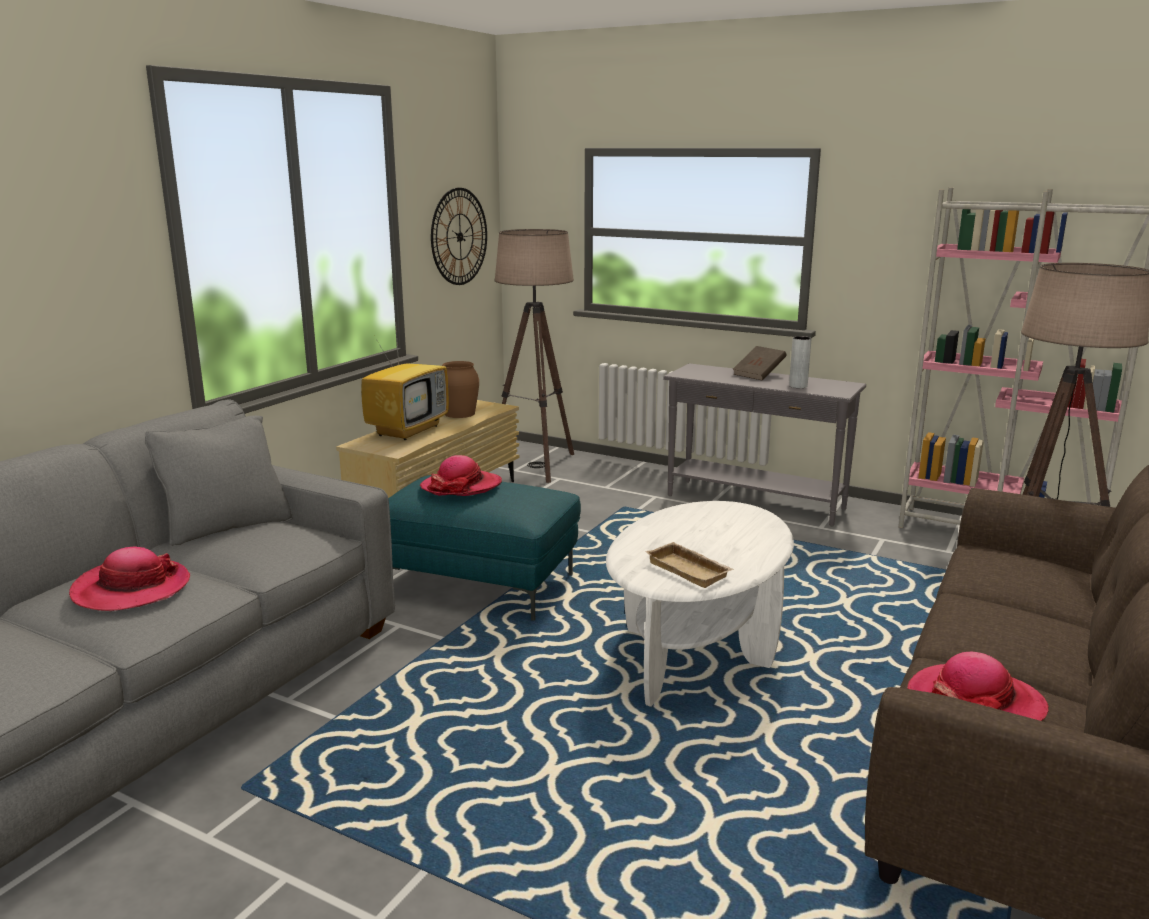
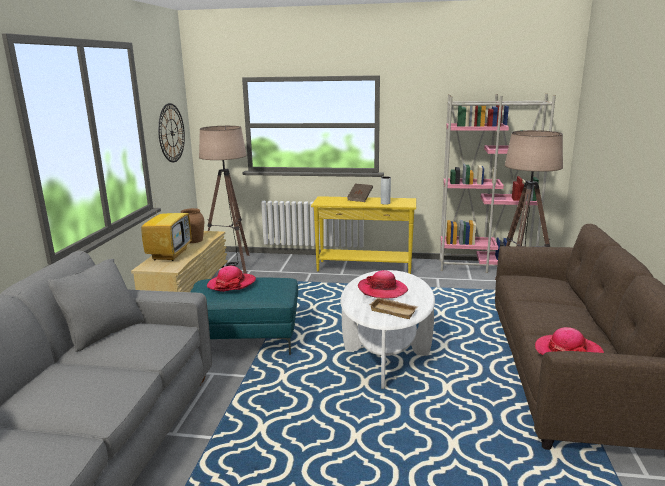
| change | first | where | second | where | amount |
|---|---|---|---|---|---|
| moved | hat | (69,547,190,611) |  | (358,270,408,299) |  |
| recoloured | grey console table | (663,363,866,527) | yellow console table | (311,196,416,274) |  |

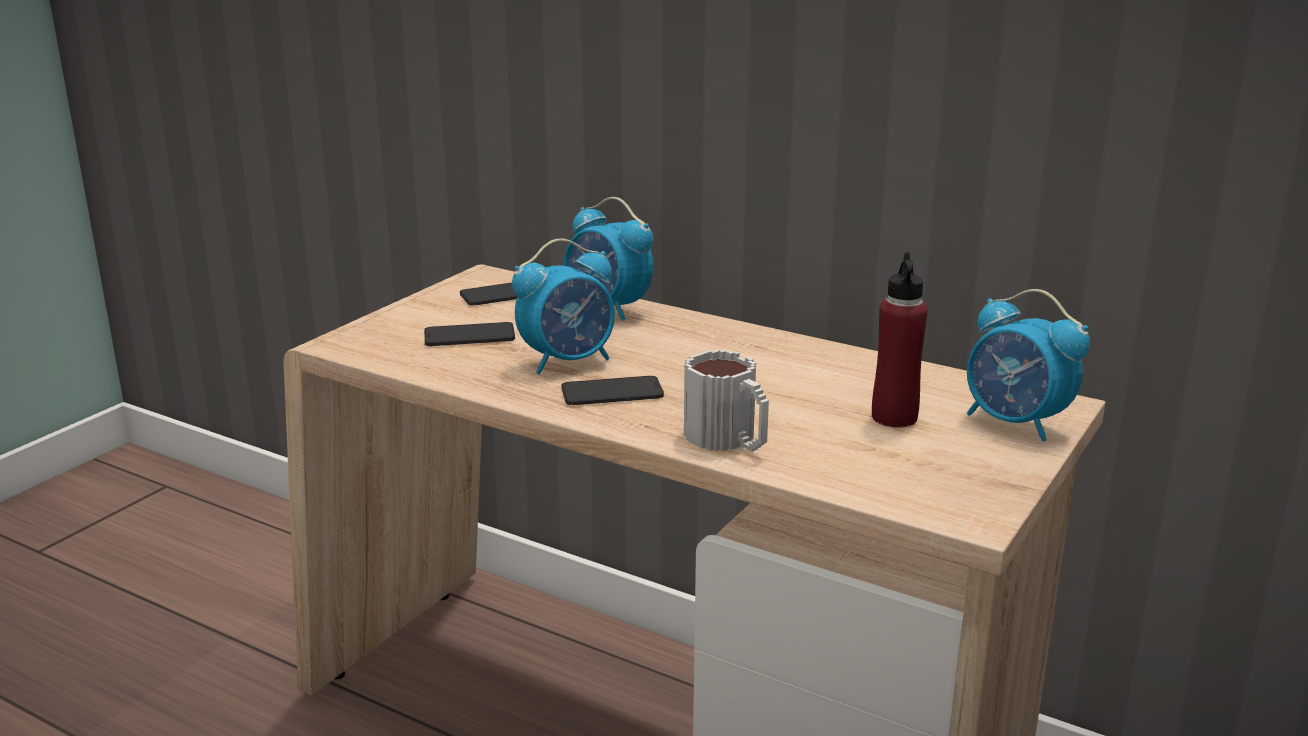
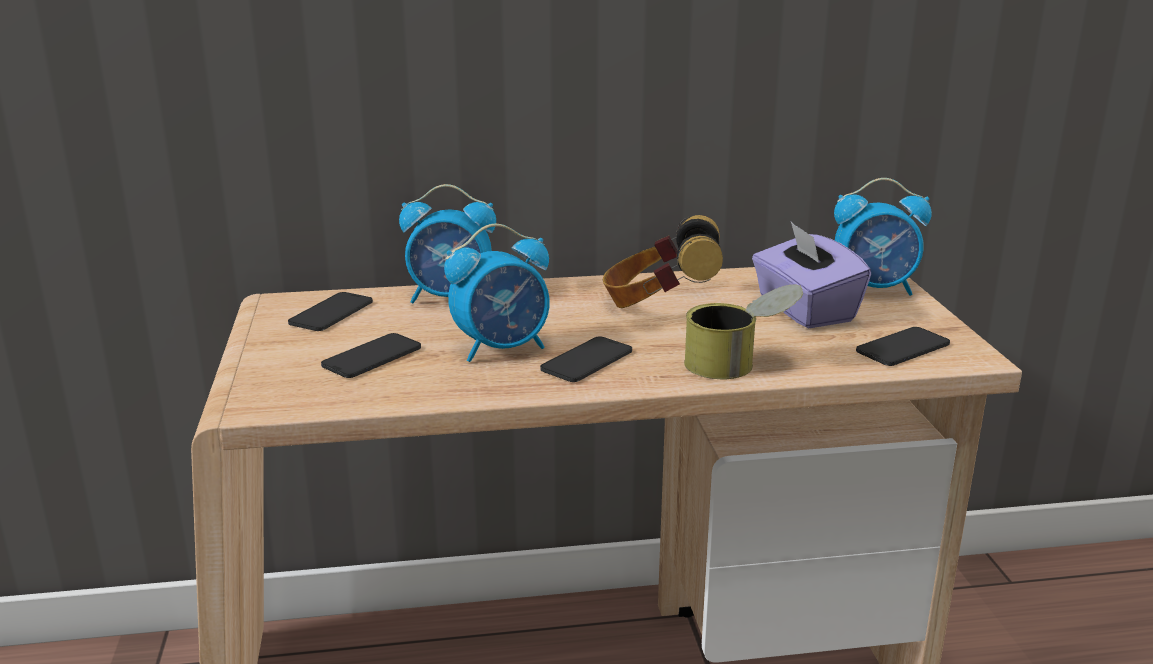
| change | first | where | second | where | amount |
|---|---|---|---|---|---|
| turned | alarm clock | (512,238,615,374) |  | (444,224,550,362) | 45 degrees clockwise |
| replaced | mug | (684,350,769,451) | can | (684,284,803,379) |  |
| replaced | red bottle | (872,252,928,428) | purple tissue box | (752,222,871,329) |  |
| added |  |  | headphones | (603,215,723,308) |  |
| added |  |  | phone | (856,327,950,366) |  |

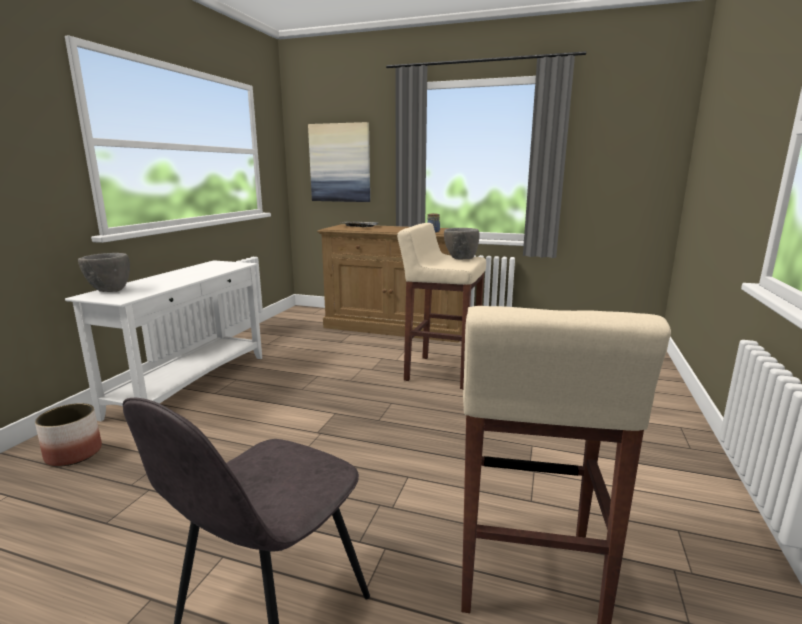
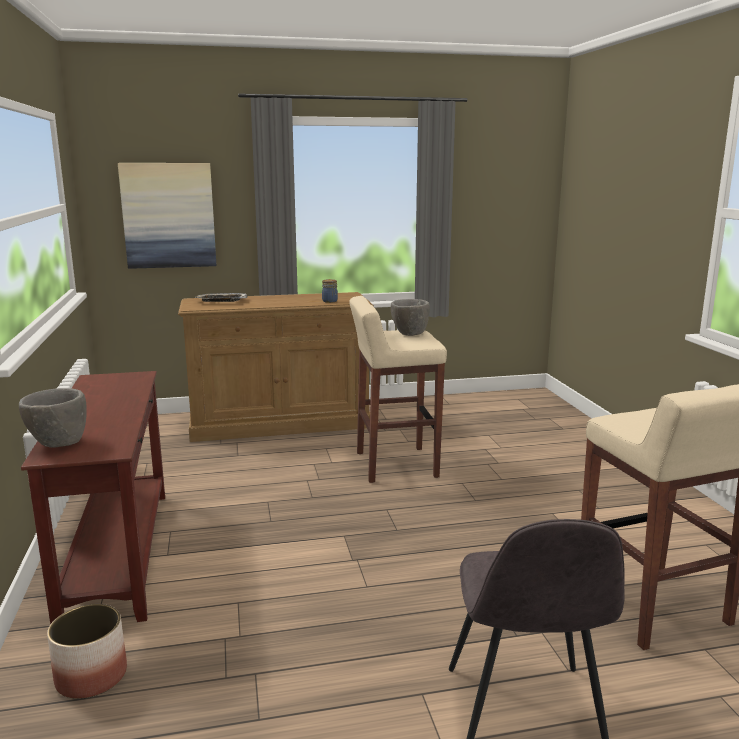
| change | first | where | second | where | amount |
|---|---|---|---|---|---|
| recoloured | white console table | (65,260,262,421) | brown console table | (21,371,165,624) |  |

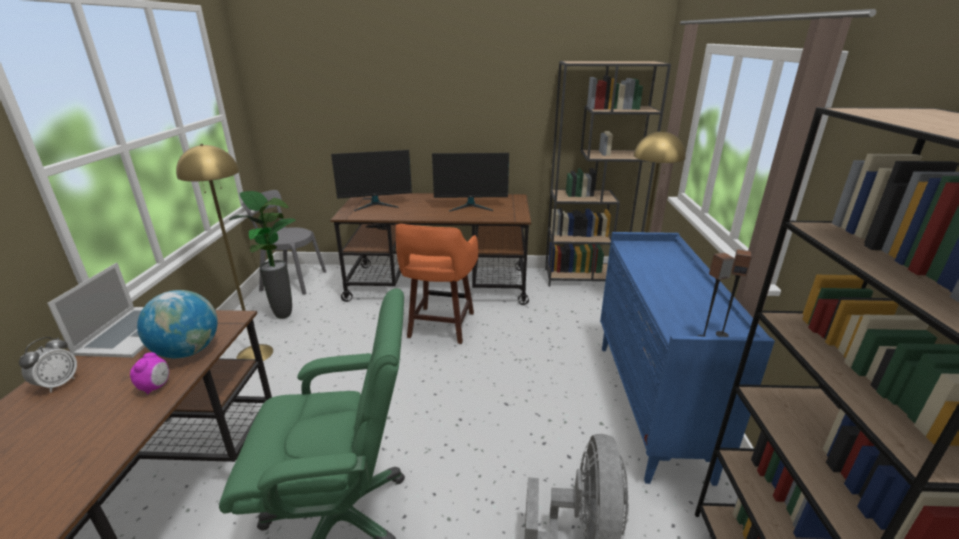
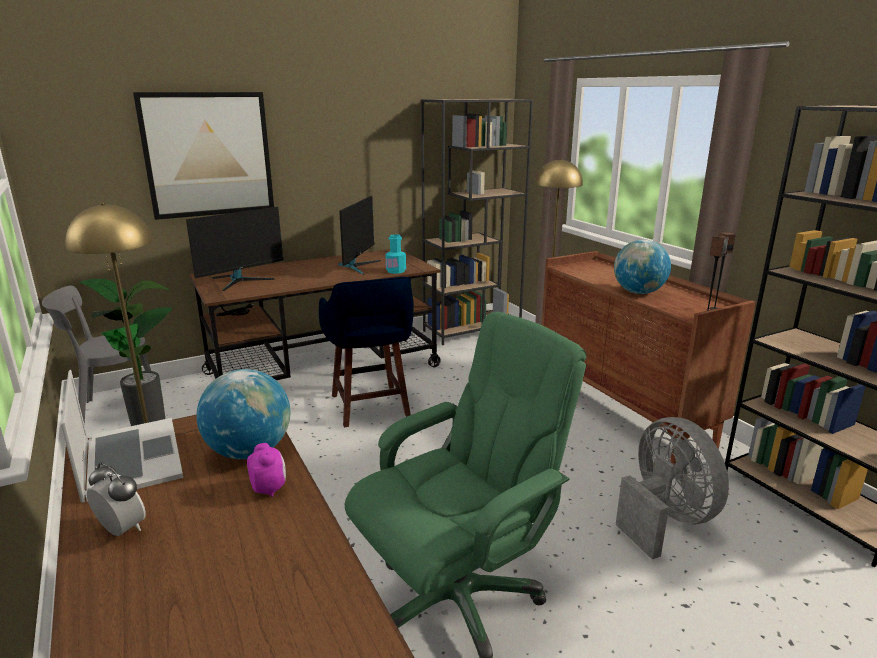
| change | first | where | second | where | amount |
|---|---|---|---|---|---|
| turned | alarm clock | (19,337,77,393) |  | (87,463,146,536) | 45 degrees counterclockwise |
| recoloured | orange stool | (396,224,478,344) | blue stool | (319,277,414,428) |  |
| turned | monitor | (432,153,509,212) |  | (338,196,381,275) | 45 degrees counterclockwise |
| recoloured | blue cabinet | (600,232,775,486) | brown cabinet | (542,251,756,463) |  |
| added |  |  | picture | (133,92,274,220) |  |
| added |  |  | turquoise bottle | (386,234,406,274) |  |
| added |  |  | globe | (614,240,671,294) |  |

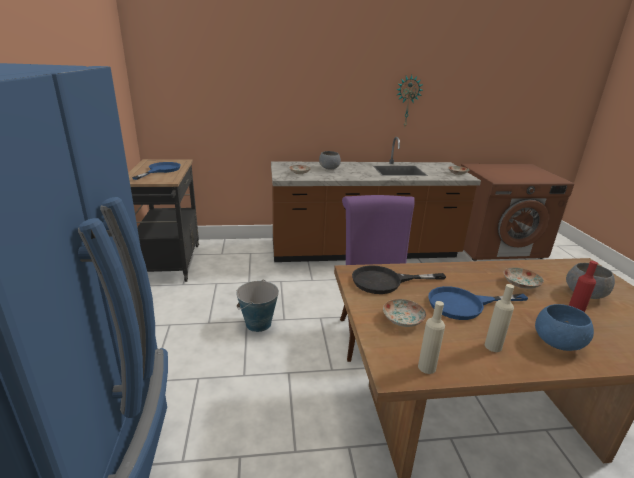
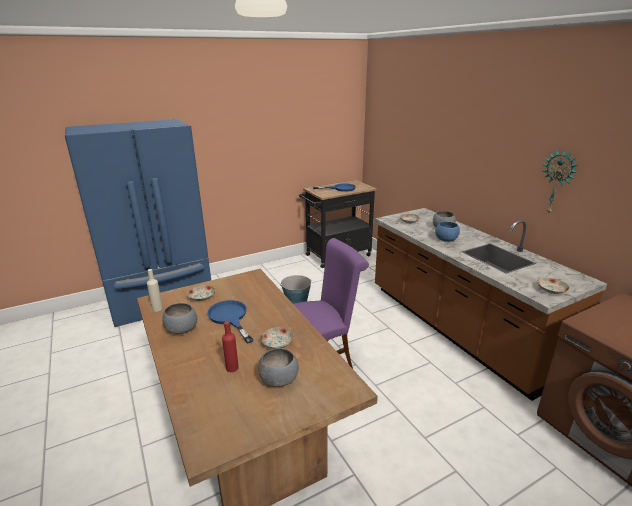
| change | first | where | second | where | amount |
|---|---|---|---|---|---|
| removed | black frying pan | (352,265,446,294) |  |  |  |
| replaced | beige bottle | (485,284,514,352) | grey bowl | (162,303,197,334) |  |
| moved | blue bowl | (535,304,594,351) |  | (435,222,460,242) |  |

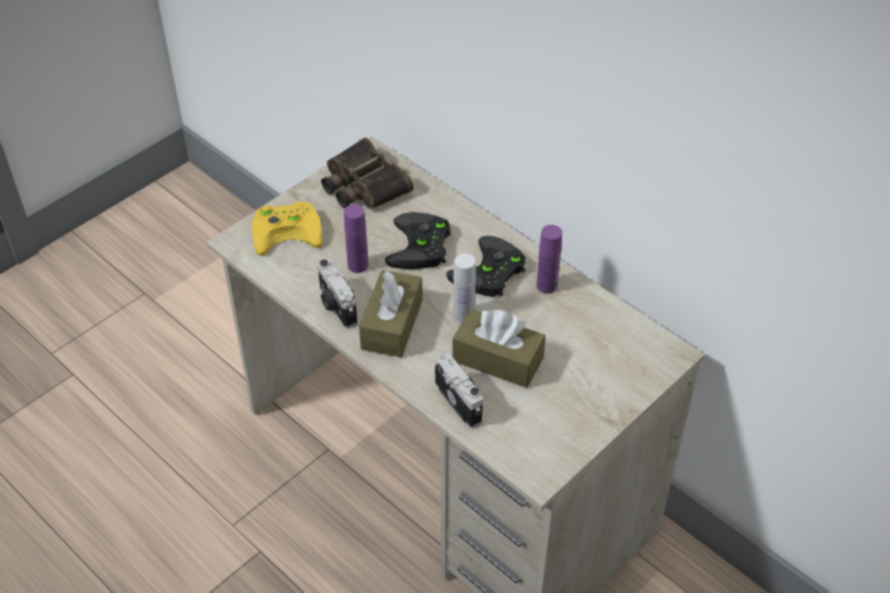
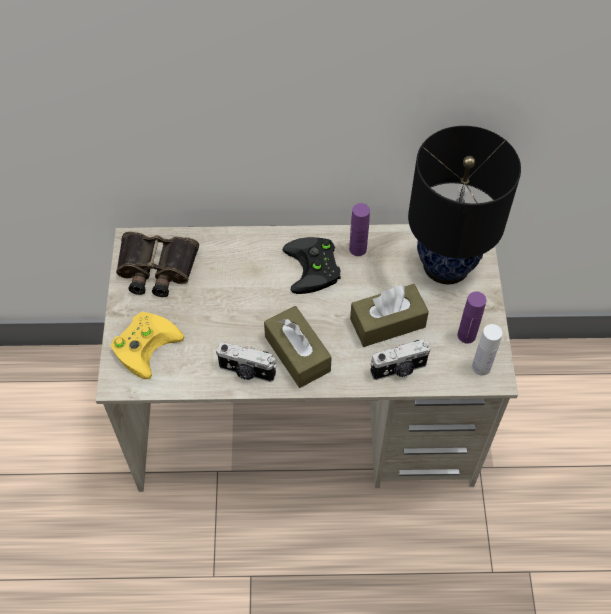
| change | first | where | second | where | amount |
|---|---|---|---|---|---|
| moved | purple bottle | (344,204,368,273) |  | (458,292,486,344) |  |
| removed | black game controller | (385,212,451,269) |  |  |  |
| turned | photo camera | (435,353,483,428) |  | (370,339,431,380) | 150 degrees clockwise |
| moved | white bottle | (453,253,476,322) |  | (472,324,502,376) |  |
| added |  |  | black table lamp | (408,126,521,284) |  |

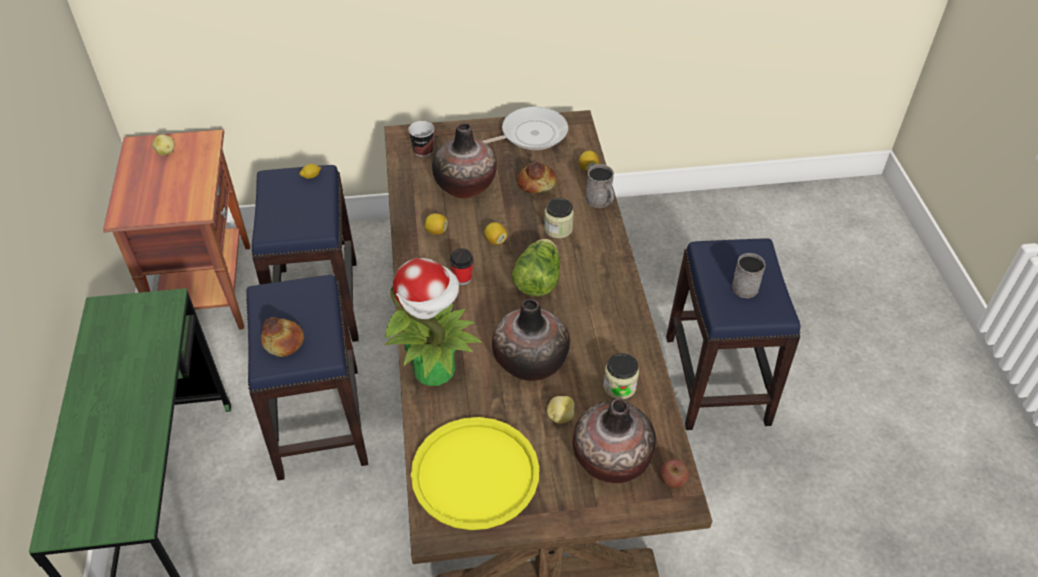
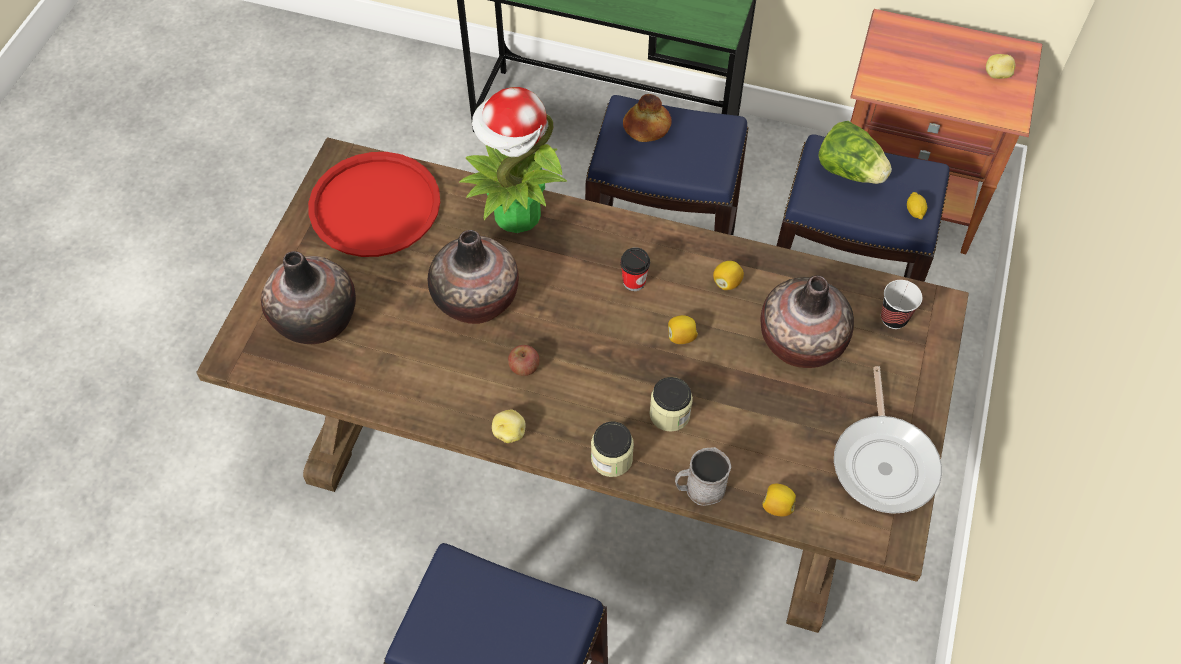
| change | first | where | second | where | amount |
|---|---|---|---|---|---|
| recoloured | yellow tray | (411,417,539,530) | red tray | (308,152,440,257) |  |
| moved | lettuce | (512,239,560,296) |  | (818,121,892,184) |  |
| removed | bread | (517,162,557,194) |  |  |  |
| moved | potato | (547,396,575,424) |  | (492,410,526,443) |  |
| moved | jar | (603,353,639,399) |  | (591,421,634,477) |  |
| moved | apple | (660,459,689,488) |  | (508,345,539,376) |  |
| removed | grey mug | (732,253,766,298) |  |  |  |

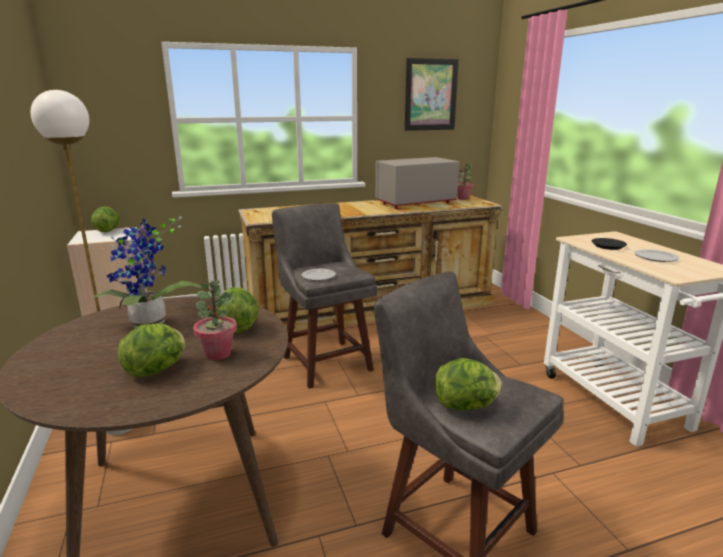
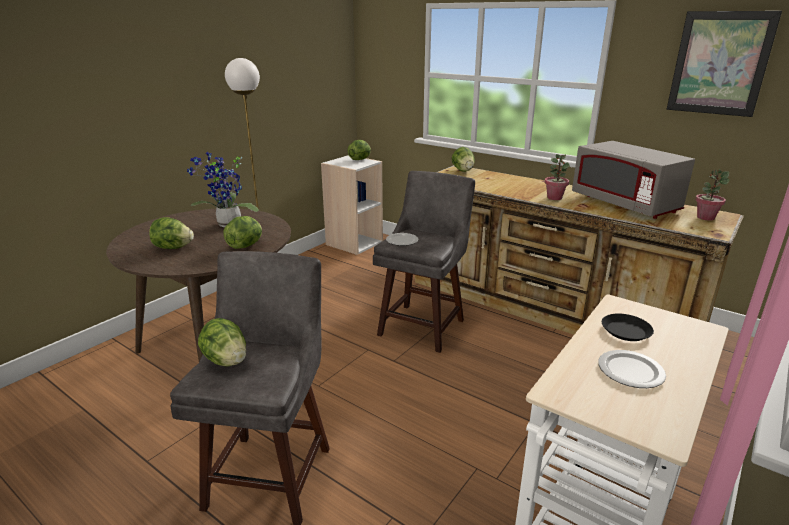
| change | first | where | second | where | amount |
|---|---|---|---|---|---|
| moved | potted plant | (193,280,237,360) |  | (544,154,570,200) |  |
| turned | grey microwave | (375,157,459,209) |  | (572,141,695,219) | 150 degrees counterclockwise |
| added |  |  | lettuce | (452,147,475,172) |  |

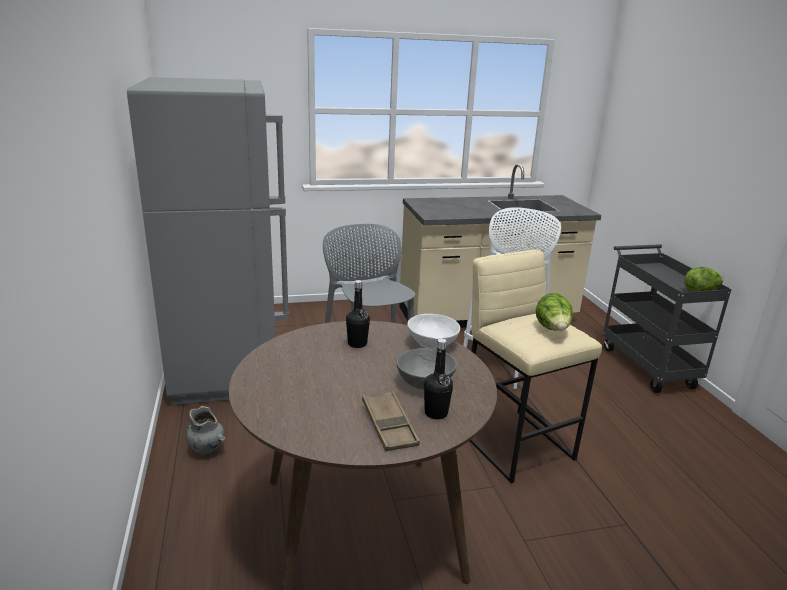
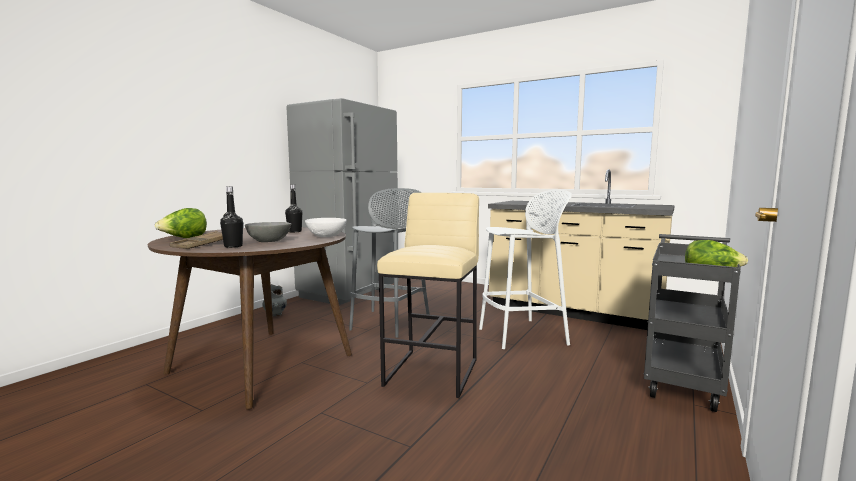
| change | first | where | second | where | amount |
|---|---|---|---|---|---|
| moved | lettuce | (536,293,573,331) |  | (155,208,207,238) |  |

